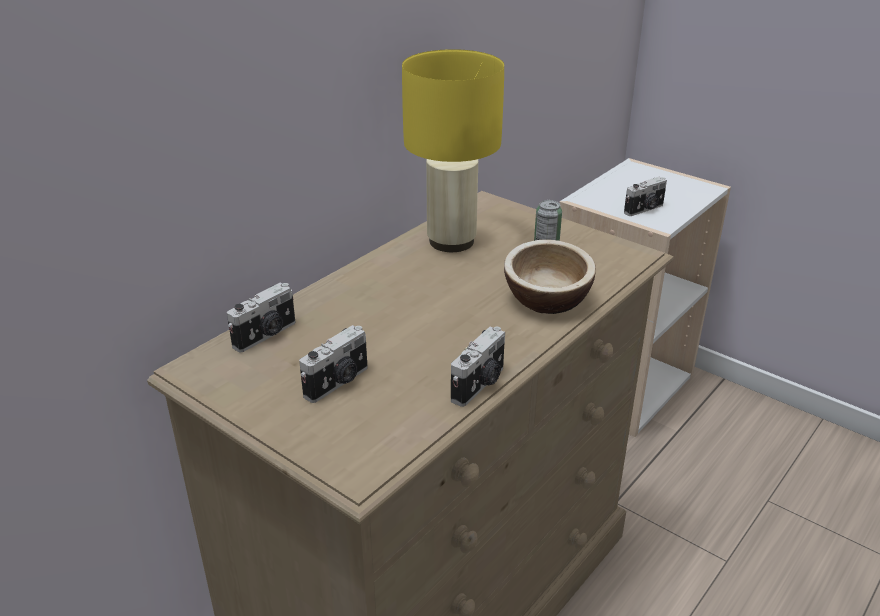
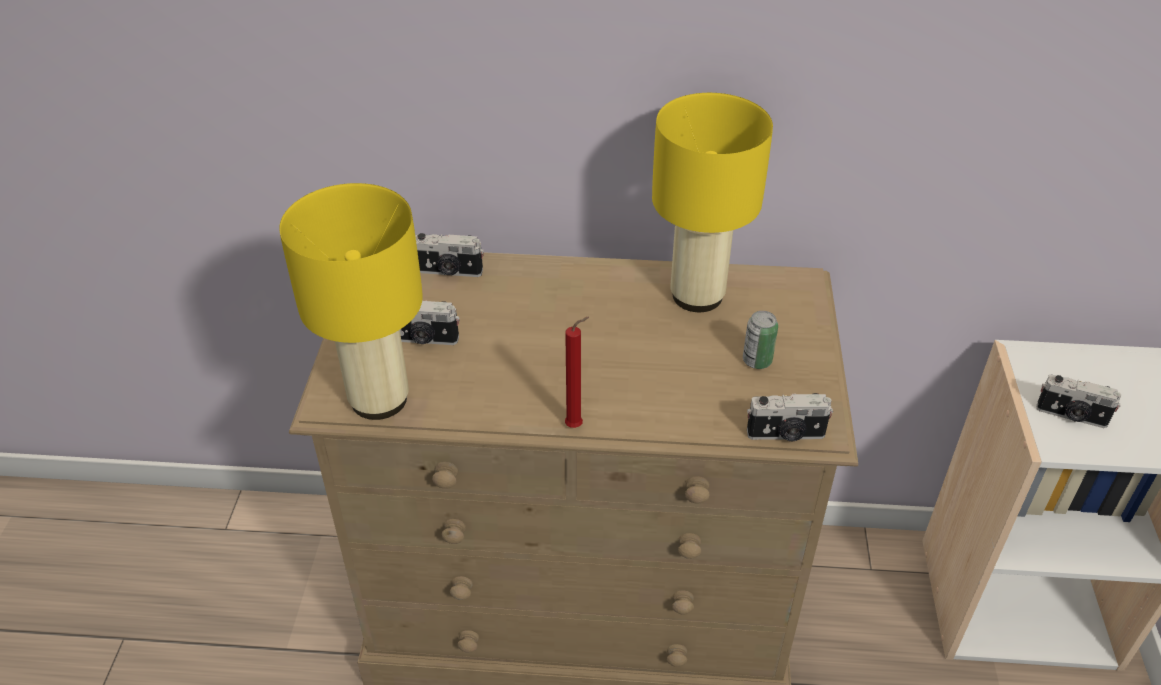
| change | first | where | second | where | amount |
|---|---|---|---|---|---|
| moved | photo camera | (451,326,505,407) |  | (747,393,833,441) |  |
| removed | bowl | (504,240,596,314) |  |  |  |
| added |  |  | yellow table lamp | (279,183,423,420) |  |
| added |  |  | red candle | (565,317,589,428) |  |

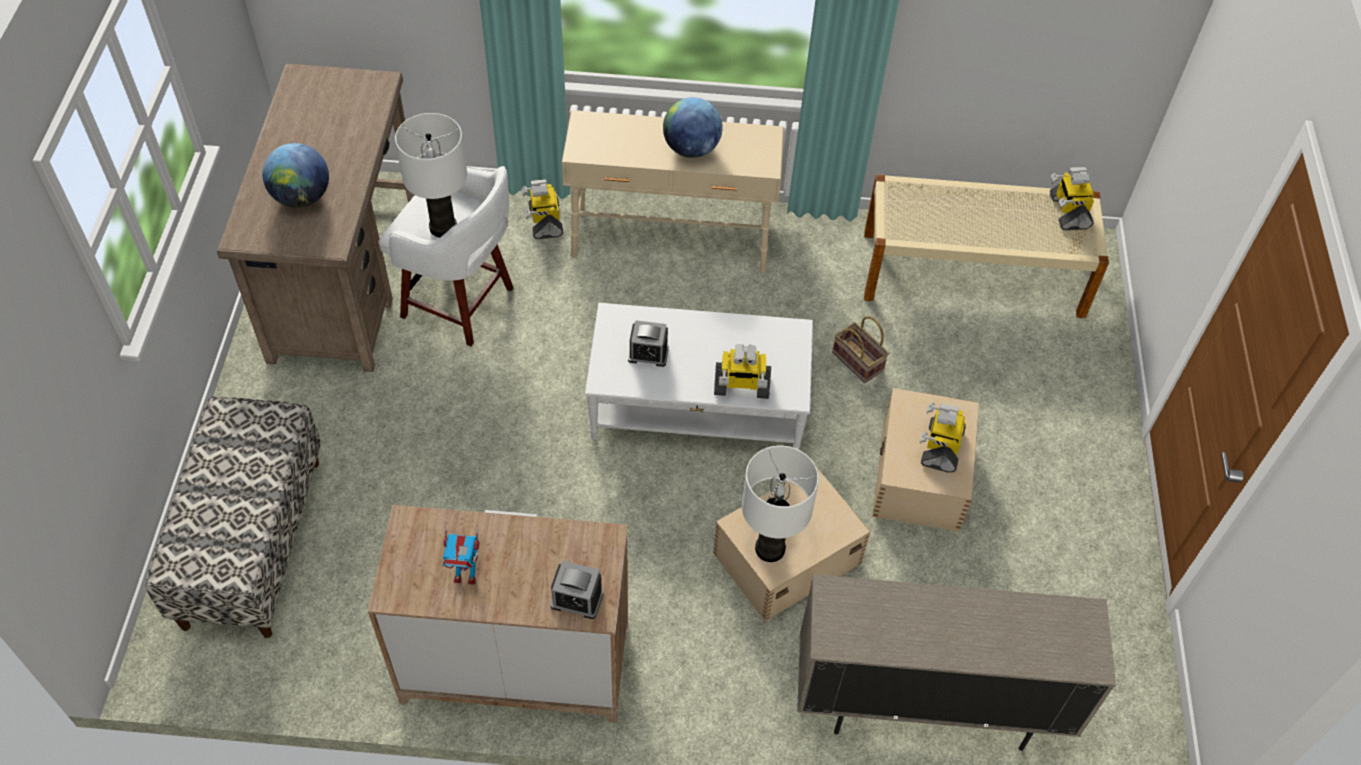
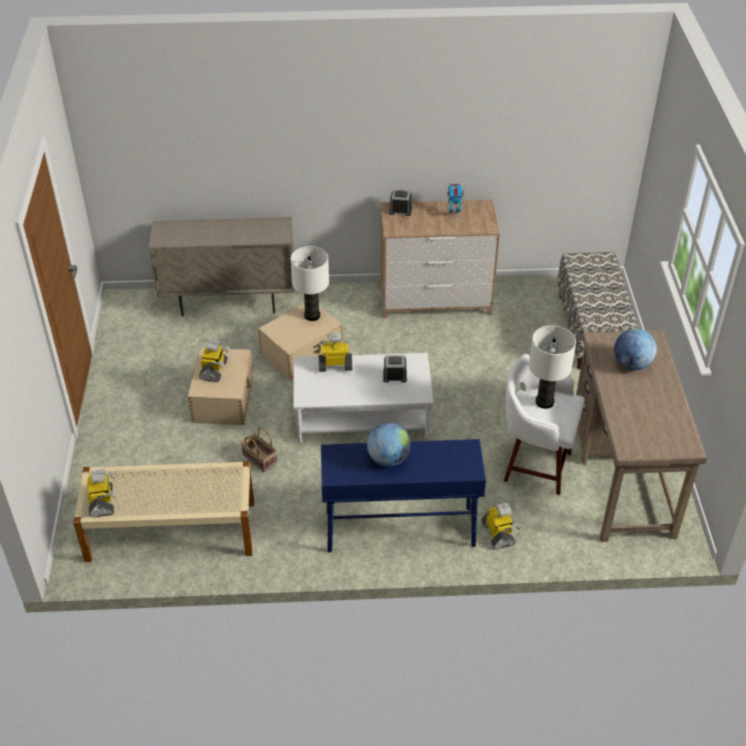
| change | first | where | second | where | amount |
|---|---|---|---|---|---|
| recoloured | beige console table | (562,110,784,273) | blue console table | (321,439,486,552) |  |

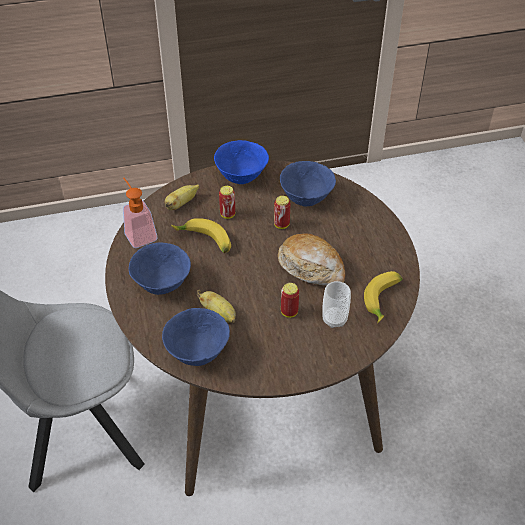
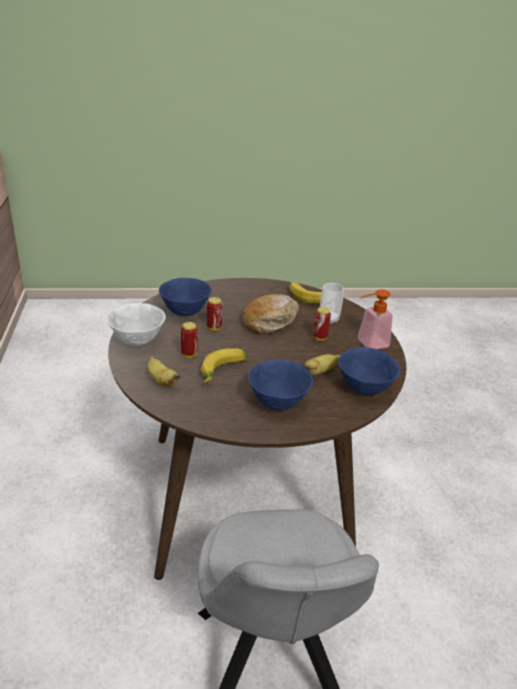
| change | first | where | second | where | amount |
|---|---|---|---|---|---|
| moved | soap dispenser | (123,178,157,248) |  | (358,289,393,349) |  |
| recoloured | blue bowl | (214,140,269,184) | white bowl | (107,303,166,346) |  |

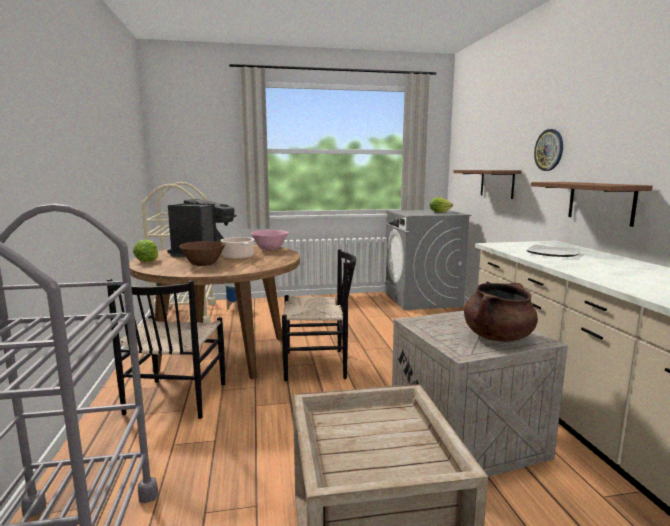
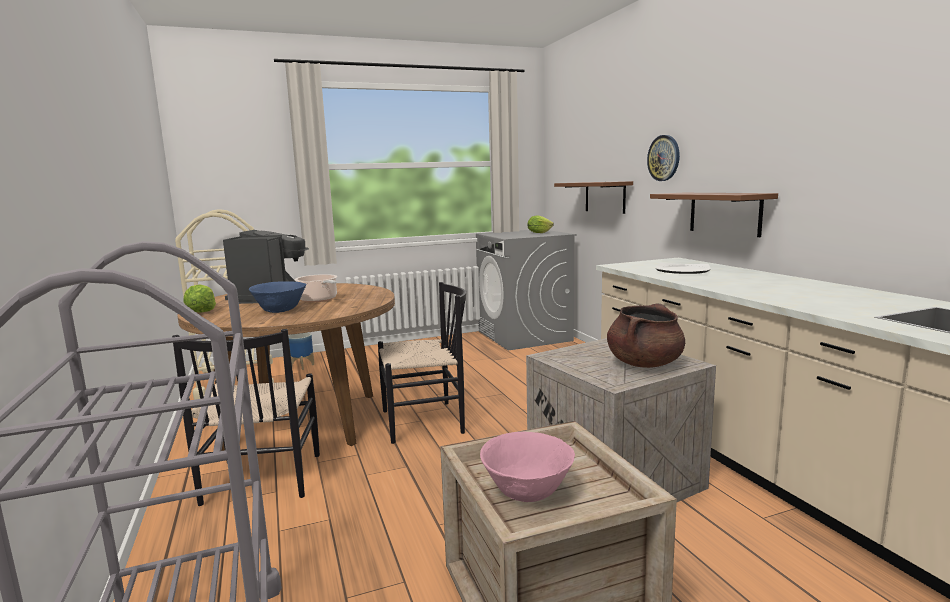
| change | first | where | second | where | amount |
|---|---|---|---|---|---|
| recoloured | brown bowl | (179,241,225,266) | blue bowl | (249,281,307,313) |  |
| moved | pink bowl | (251,230,288,250) |  | (480,432,575,502) |  |

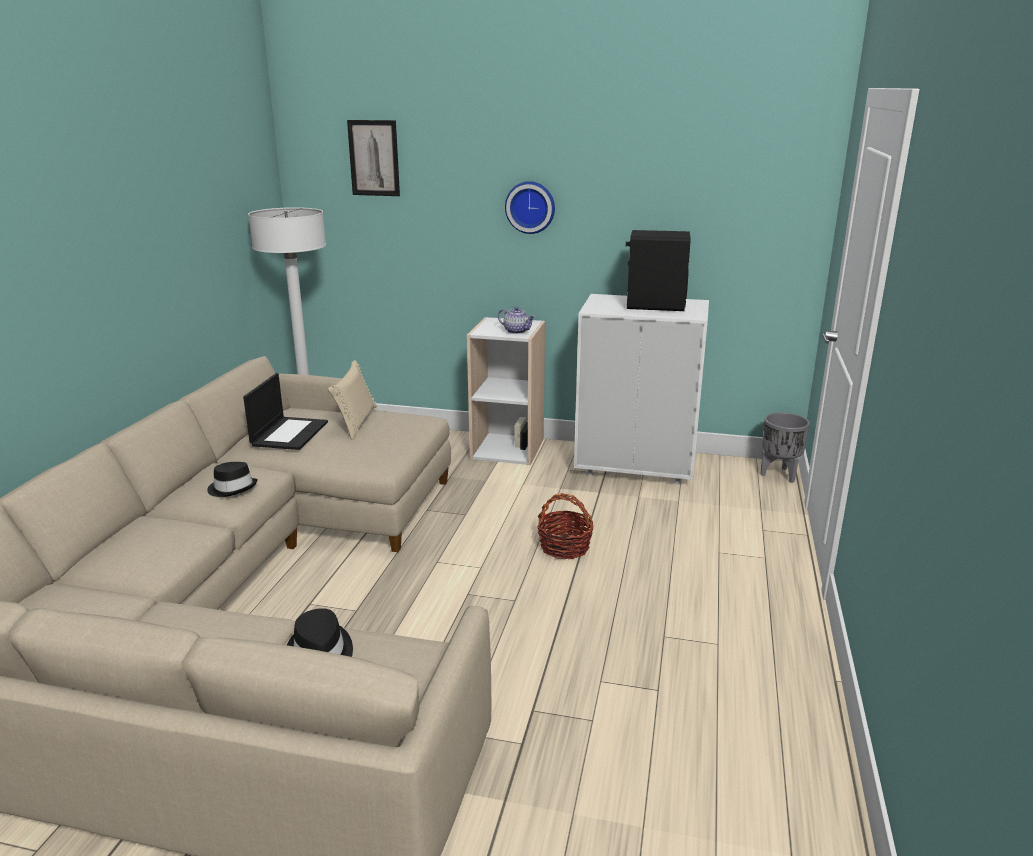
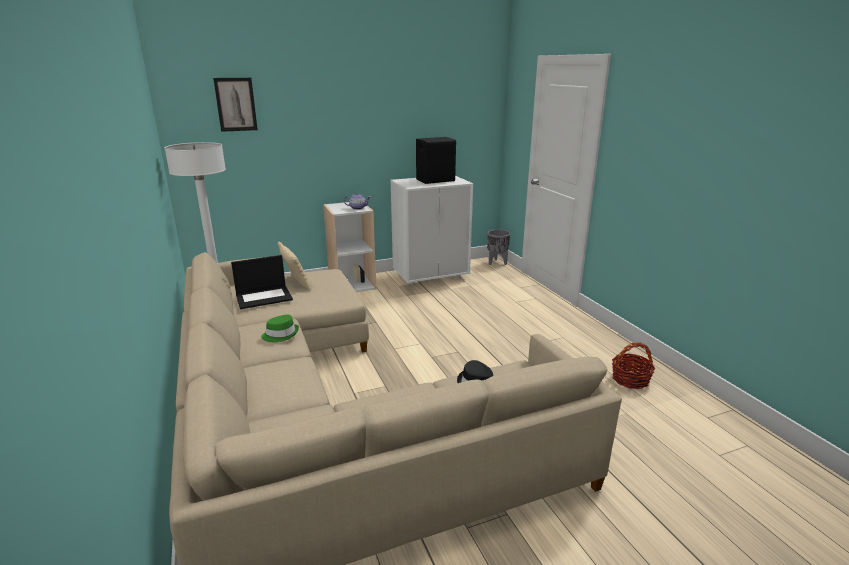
| change | first | where | second | where | amount |
|---|---|---|---|---|---|
| recoloured | black hat | (207,462,258,497) | green hat | (261,315,299,342) |  |
| turned | laptop | (243,373,328,450) |  | (231,255,293,309) | 90 degrees clockwise |
| removed | wall clock | (505,181,555,234) |  |  |  |
| moved | basket | (537,493,594,559) |  | (612,342,655,389) |  |

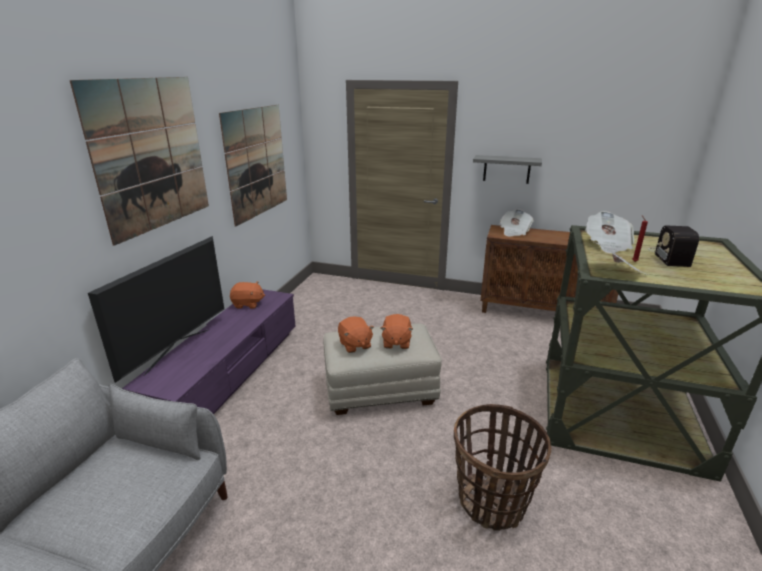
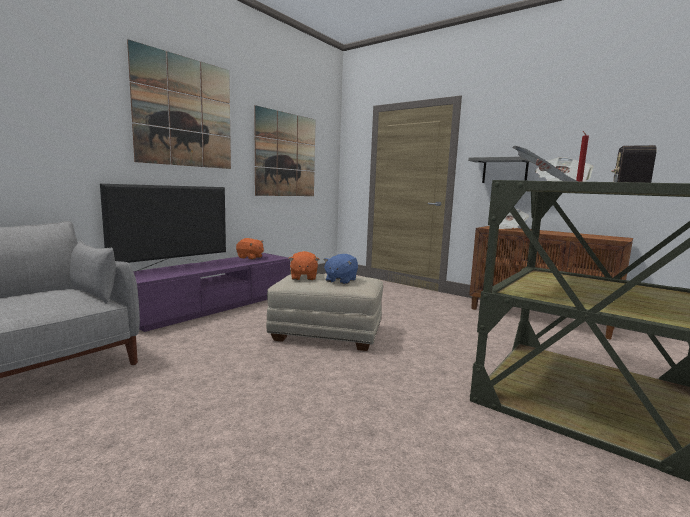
| change | first | where | second | where | amount |
|---|---|---|---|---|---|
| recoloured | orange plush toy | (381,314,413,349) | blue plush toy | (323,254,358,284) |  |
| removed | basket | (454,404,552,530) |  |  |  |

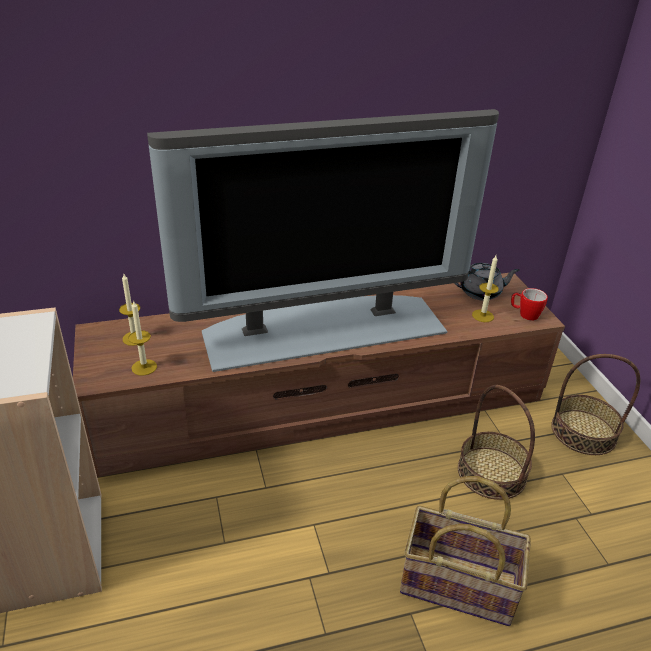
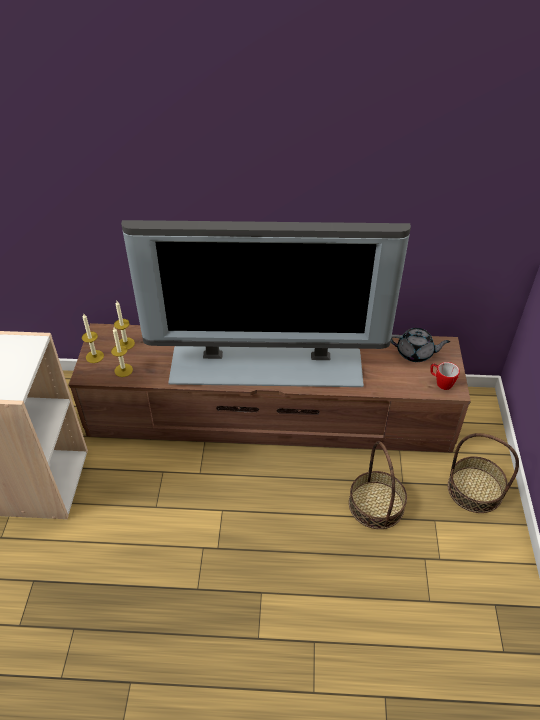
| change | first | where | second | where | amount |
|---|---|---|---|---|---|
| removed | basket | (400,476,531,626) |  |  |  |
| moved | candle | (472,255,499,322) |  | (82,314,104,363) |  |

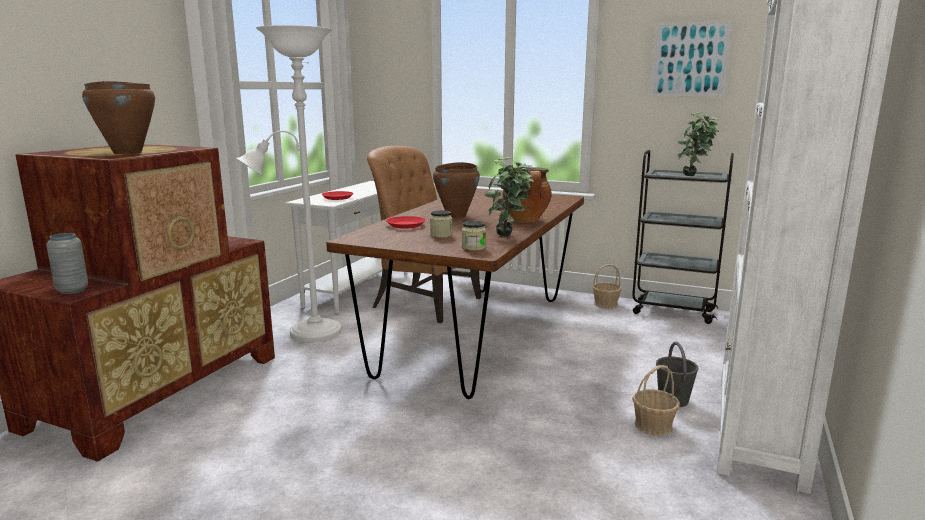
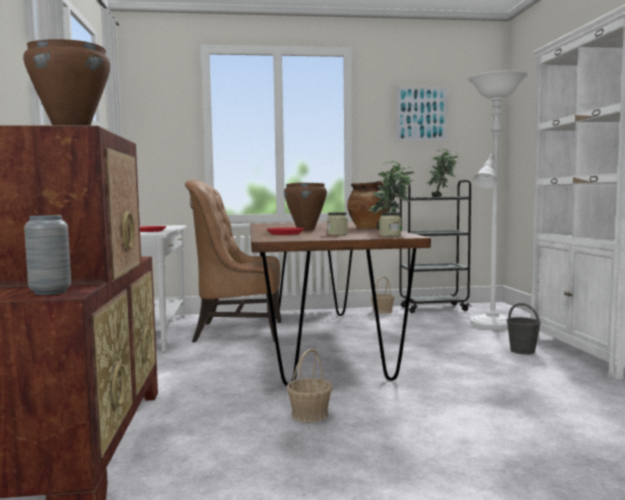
| change | first | where | second | where | amount |
|---|---|---|---|---|---|
| moved | white floor lamp | (236,25,342,343) |  | (468,70,528,330) |  |
| moved | basket | (632,365,680,436) |  | (287,348,332,423) |  |

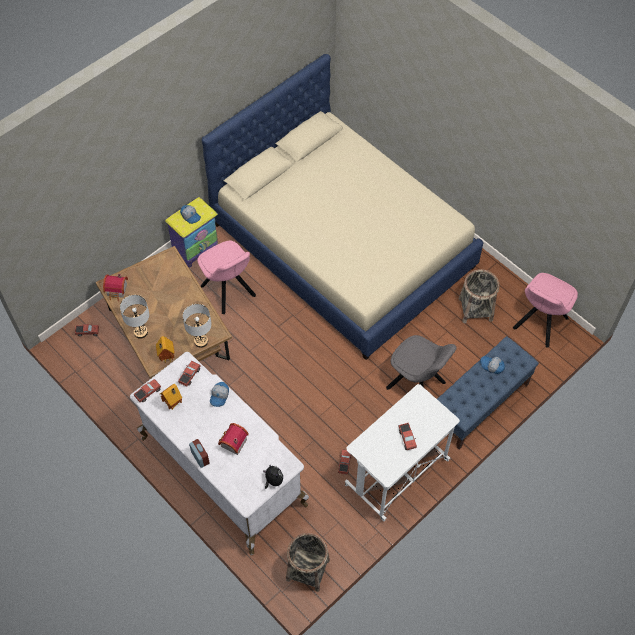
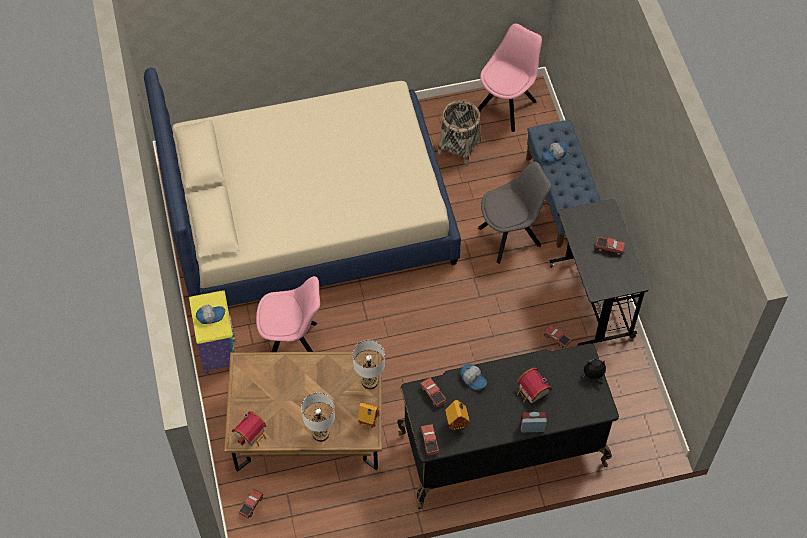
| change | first | where | second | where | amount |
|---|---|---|---|---|---|
| recoloured | white dresser | (130,352,309,556) | black dresser | (397,343,619,509) |  |
| removed | basket | (286,533,330,592) |  |  |  |
| recoloured | white desk | (345,384,460,521) | black desk | (550,199,649,346) |  |
| turned | pink chair | (513,273,578,348) |  | (478,23,542,132) | 120 degrees counterclockwise |

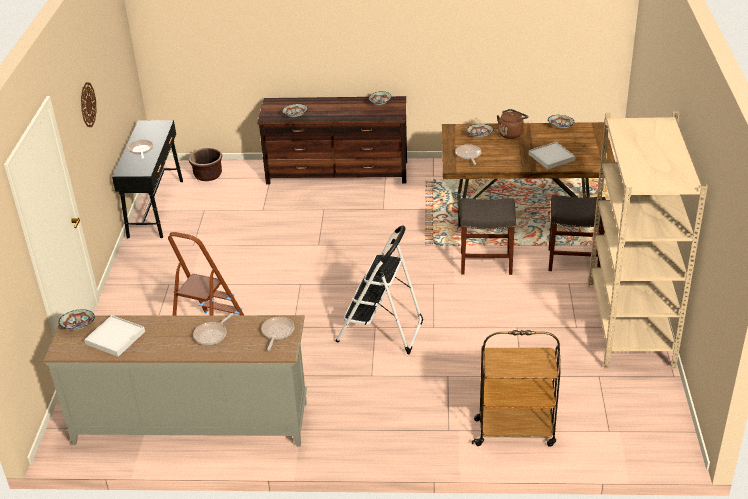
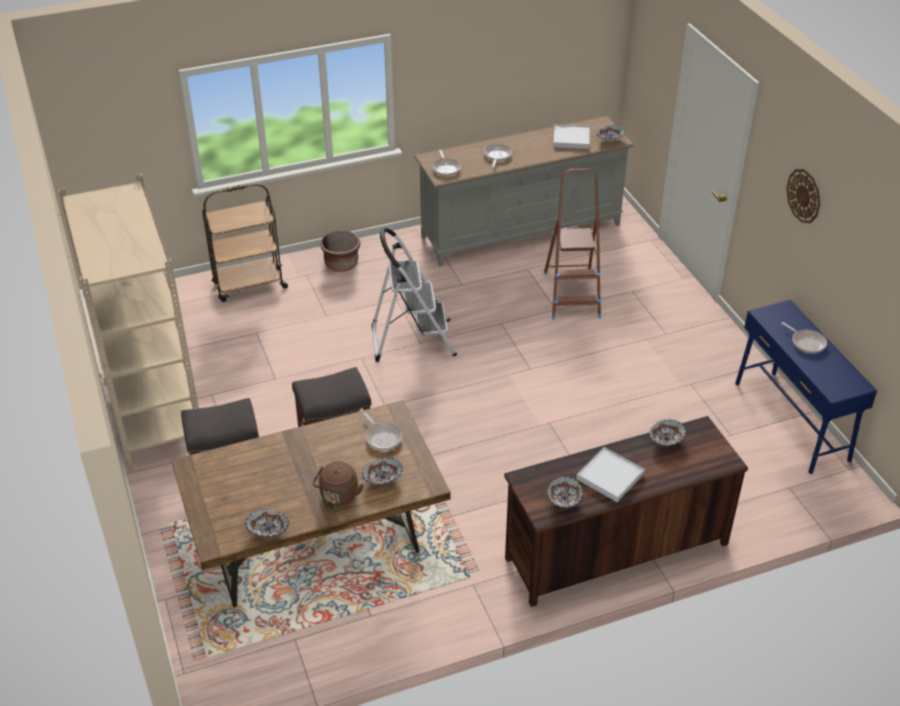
| change | first | where | second | where | amount |
|---|---|---|---|---|---|
| recoloured | black console table | (112,120,183,238) | blue console table | (735,300,877,474) |  |
| moved | brown planter | (189,148,222,181) |  | (320,230,361,272) |  |
| moved | white tray | (529,142,575,169) |  | (576,447,645,502) |  |

